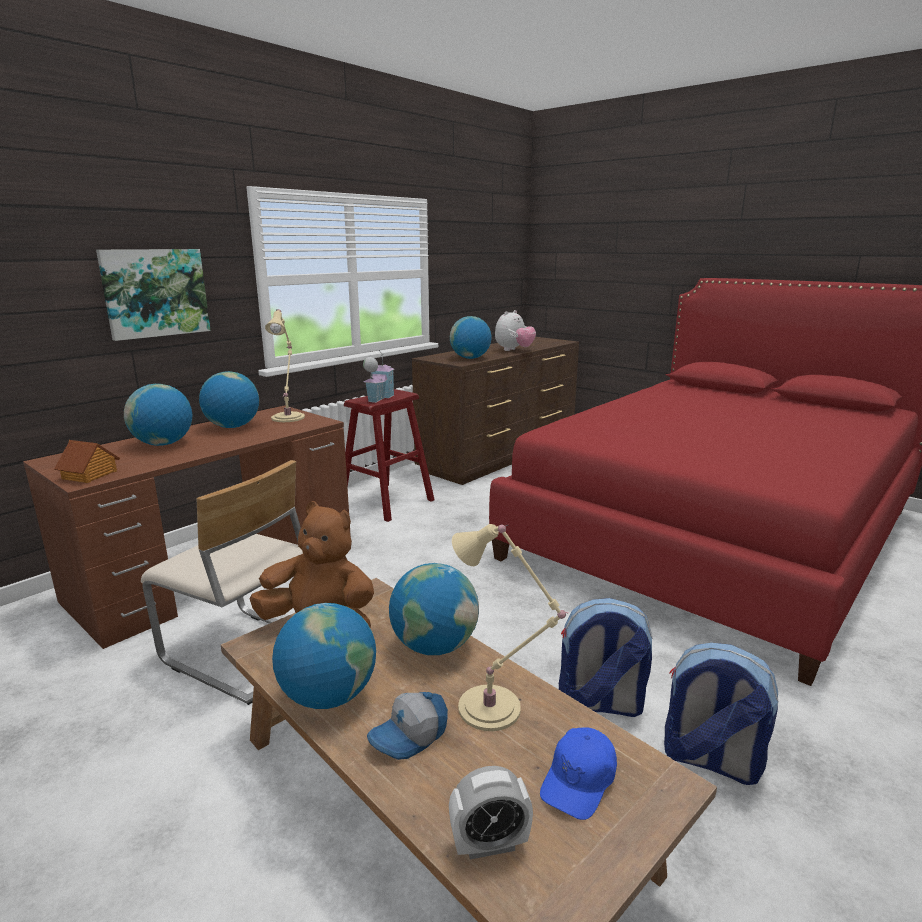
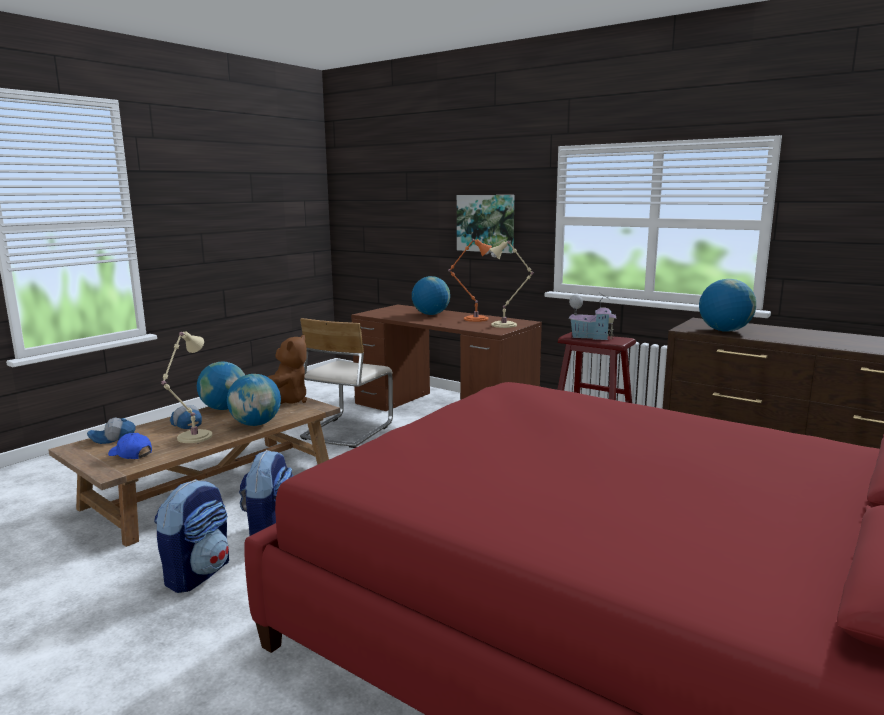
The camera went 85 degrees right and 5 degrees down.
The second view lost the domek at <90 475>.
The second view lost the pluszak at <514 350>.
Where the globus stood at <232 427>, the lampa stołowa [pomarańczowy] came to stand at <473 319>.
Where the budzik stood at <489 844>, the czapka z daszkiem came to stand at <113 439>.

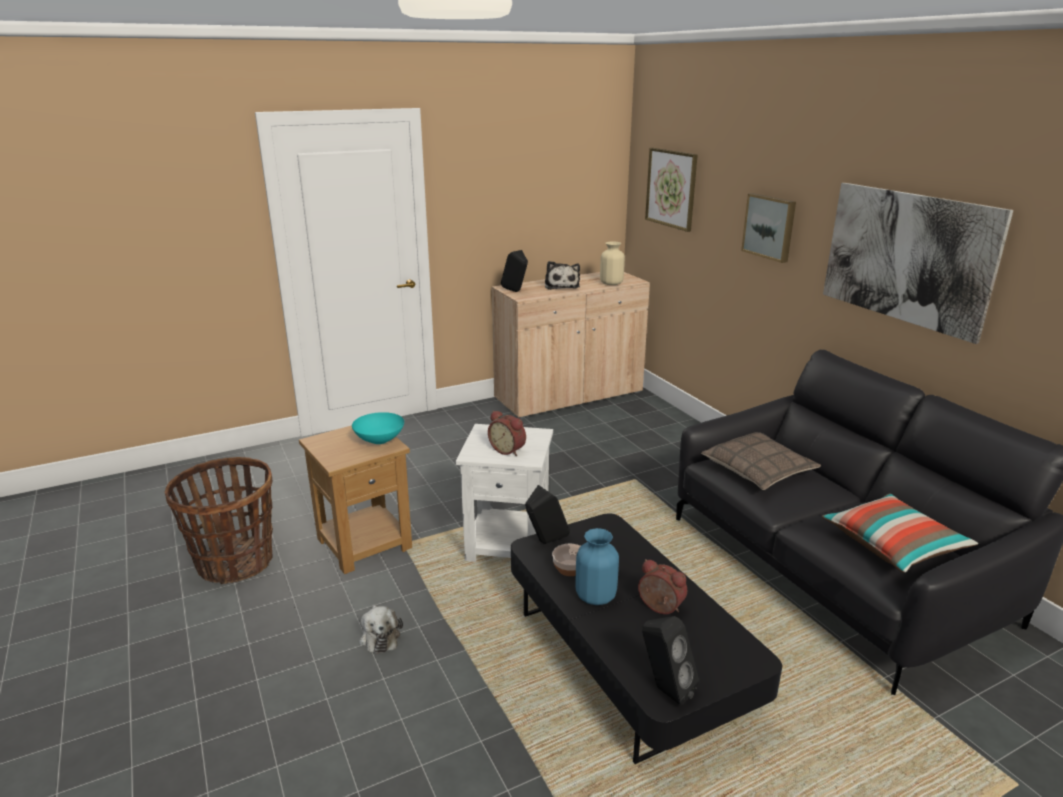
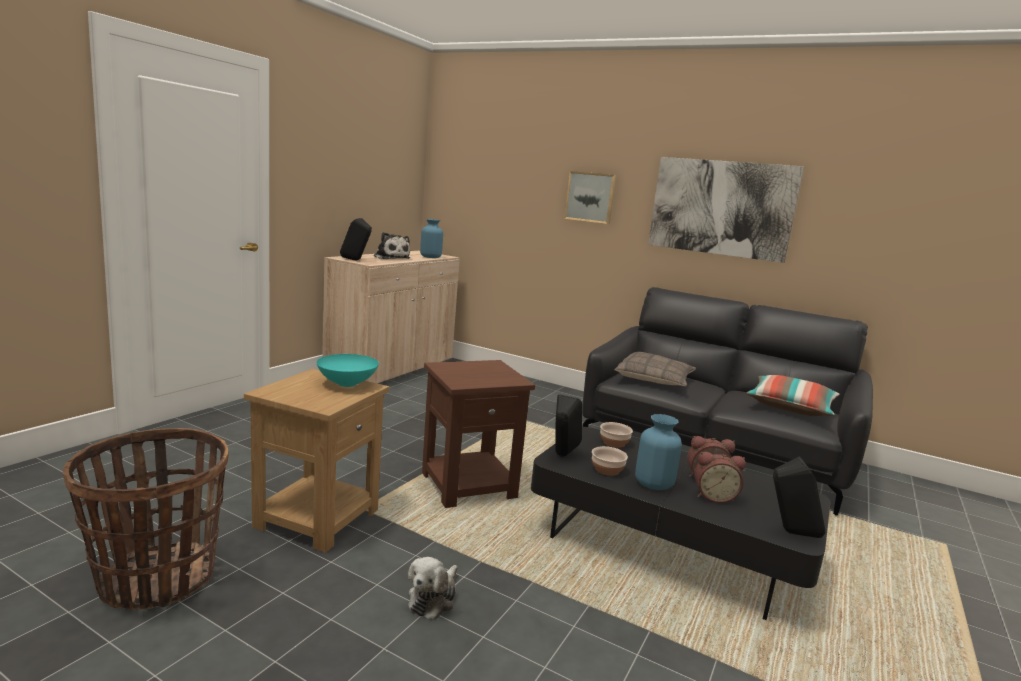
The camera went 35 degrees left and 10 degrees down.
The second view lost the obraz at <671 188>.
The second view gained the miska at <614 443>.
The budzik ended up elsewhere, having gone from <508 450> to <714 496>.
What was the stolik [biały] at <509 544> turned into the stolik [brązowy] at <469 485>.
What was the wazon [beżowy] at <611 283> turned into the wazon [niebieski] at <430 257>.
The pluszak at <379 636> ended up facing another way, 75 degrees clockwise from before.

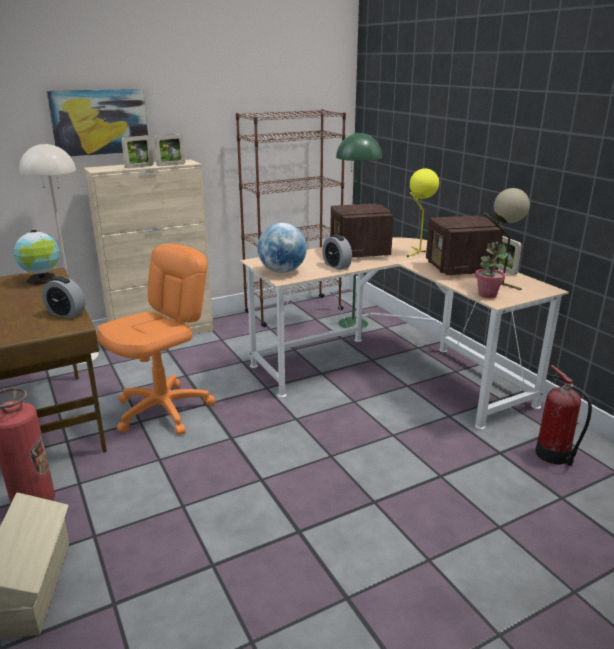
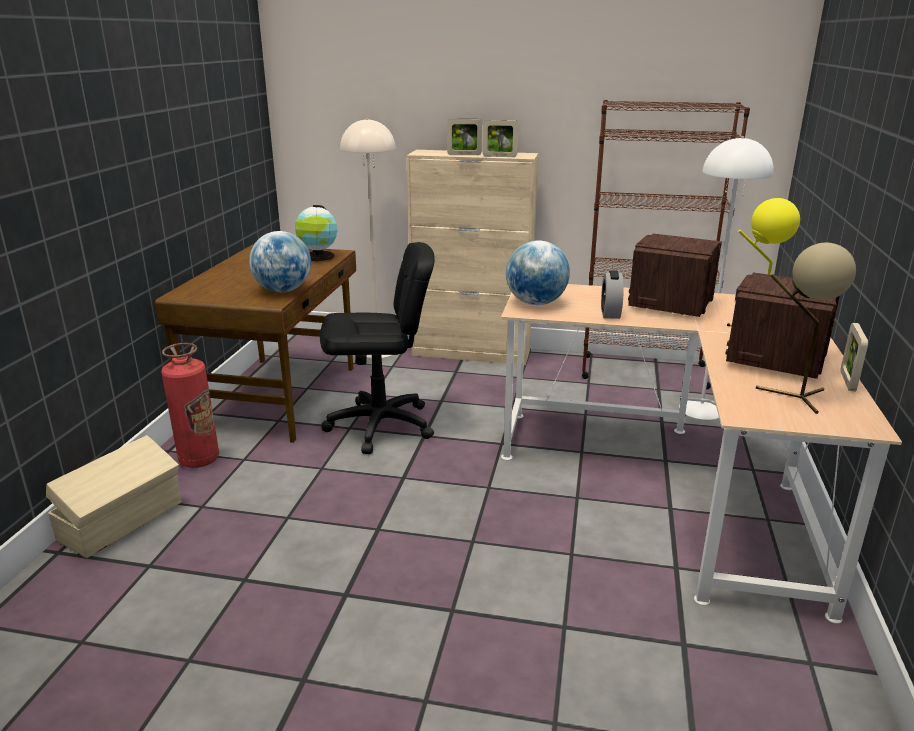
The camera went 40 degrees right and 0 degrees up.
The second view lost the obraz at <100 122>.
The second view lost the roślina doniczkowa at <487 294>.
The second view lost the gaśnica at <554 455>.
Where the budzik stood at <66 314>, the globus came to stand at <283 290>.
What was the krzesło biurowe [pomarańczowy] at <163 410> turned into the krzesło biurowe [czarny] at <380 426>.
What was the lampa stojąca [zielony] at <352 323> turned into the lampa stojąca [biały] at <700 409>.

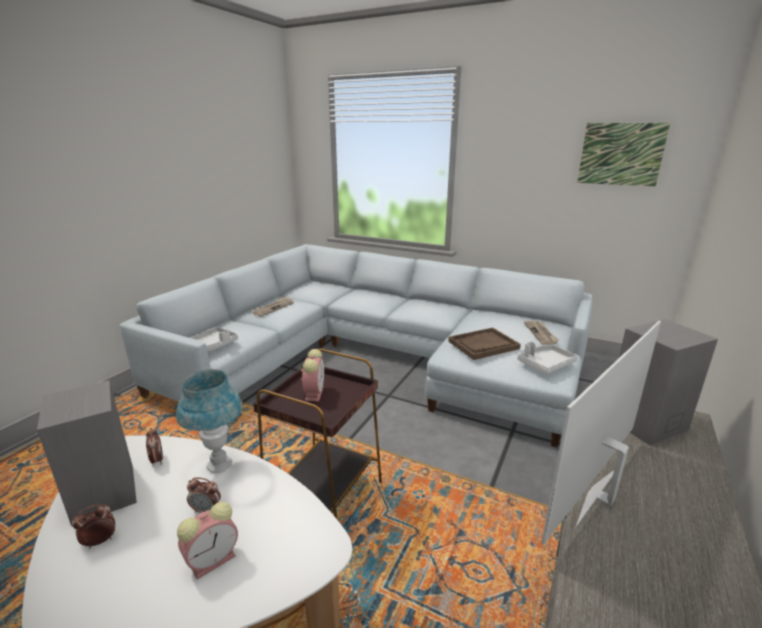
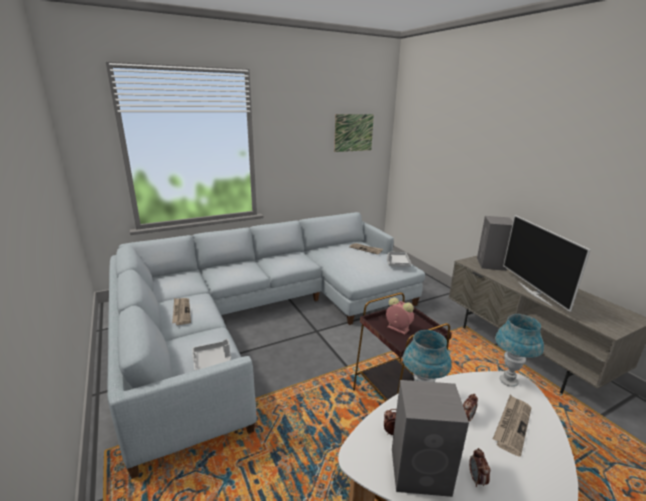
The camera went 55 degrees left and 0 degrees up.
The second view lost the taca [brązowy] at <483 345>.
The second view gained the lampa stołowa [niebieski] at <508 381>.
Where the budzik stood at <214 559>, the gazeta came to stand at <512 425>.

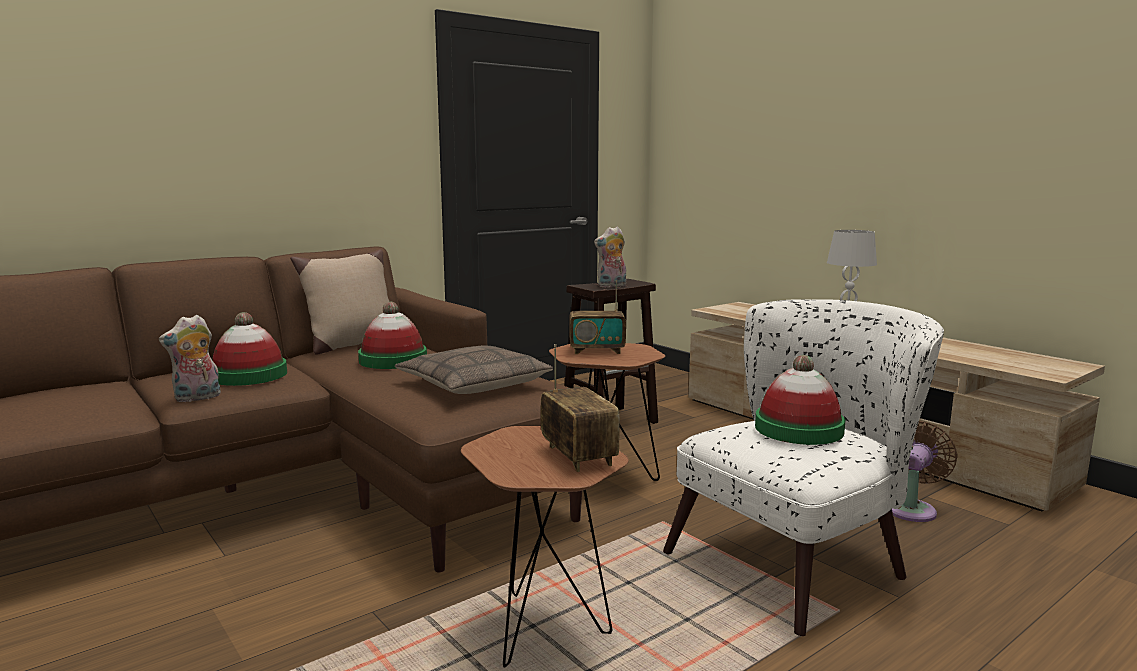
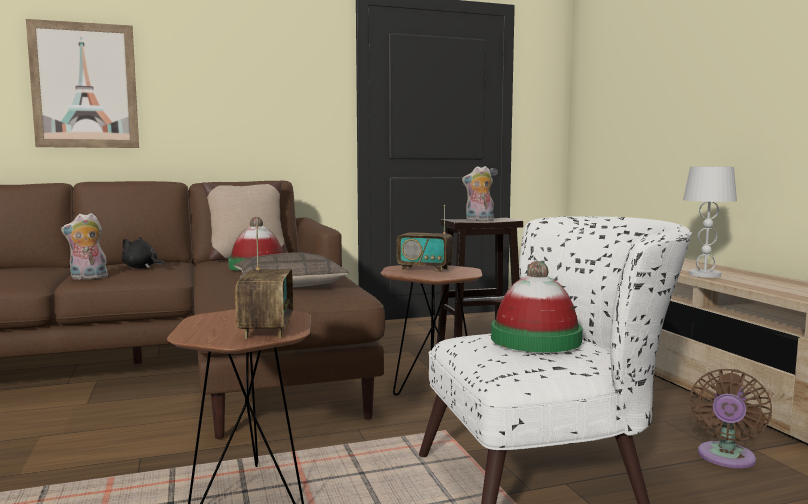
The camera went 20 degrees right and 5 degrees down.
The second view gained the obraz at <84 86>.
Where the kapelusz stood at <249 375>, the pluszak [czarny] came to stand at <142 268>.
The wentylator [brązowy] at <912 509> ended up facing another way, 150 degrees clockwise from before.

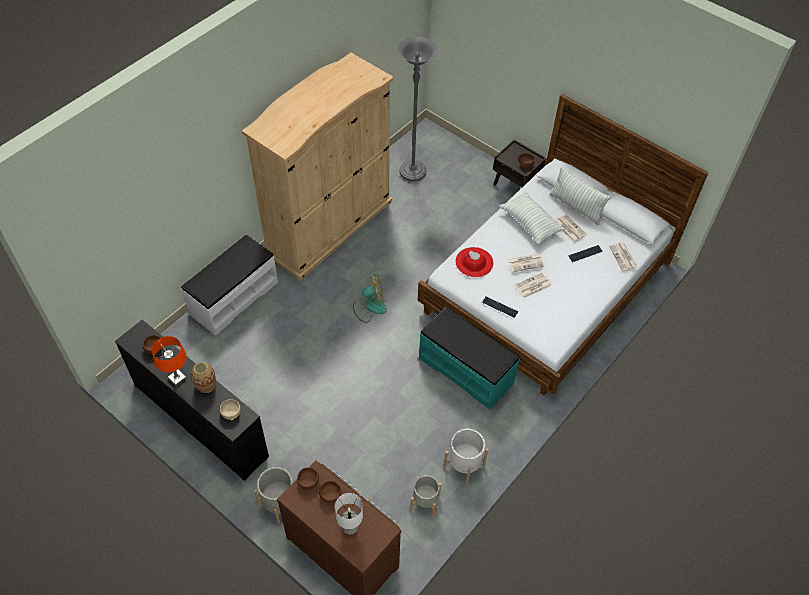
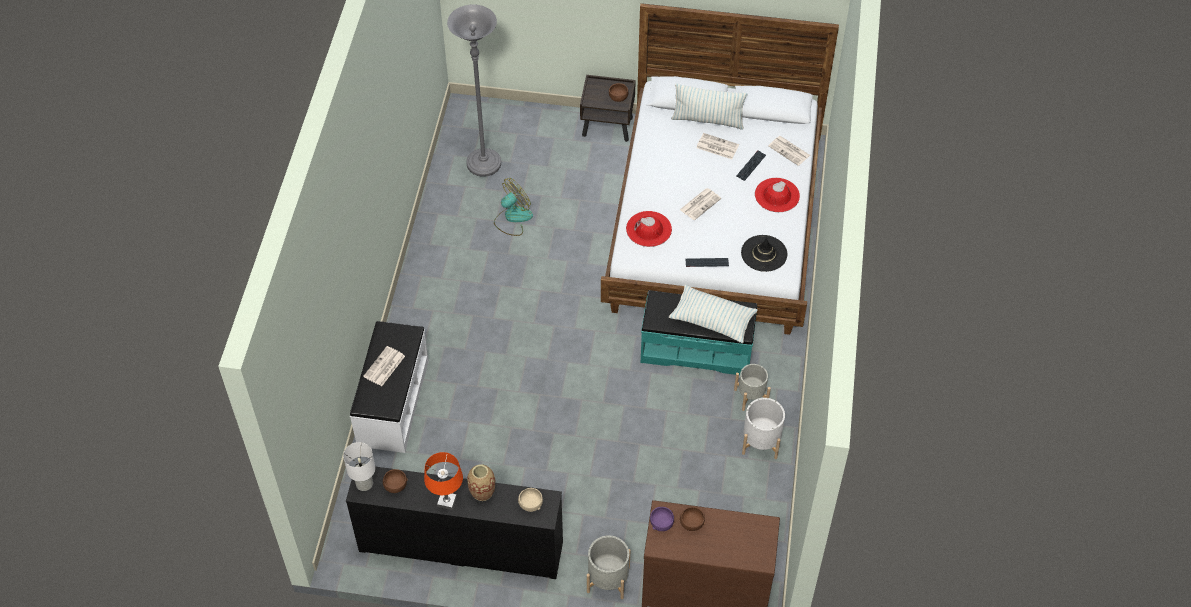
The camera went 30 degrees left and 0 degrees up.
The second view lost the szafa [beżowy] at <328 226>.
The second view gained the kapelusz [czarny] at <764 253>.
The second view gained the kapelusz [czerwony] at <777 195>.
The lampa stołowa [biały] ended up elsewhere, having gone from <350 527> to <365 483>.
The wentylator ended up elsewhere, having gone from <369 306> to <512 218>.
The donica [szary] ended up elsewhere, having gone from <425 501> to <750 396>.
The poduszka ended up elsewhere, having gone from <530 223> to <712 320>.
The gazeta ended up elsewhere, having gone from <533 286> to <384 367>.
What was the miska [brązowy] at <308 481> turned into the miska [fioletowy] at <661 523>.

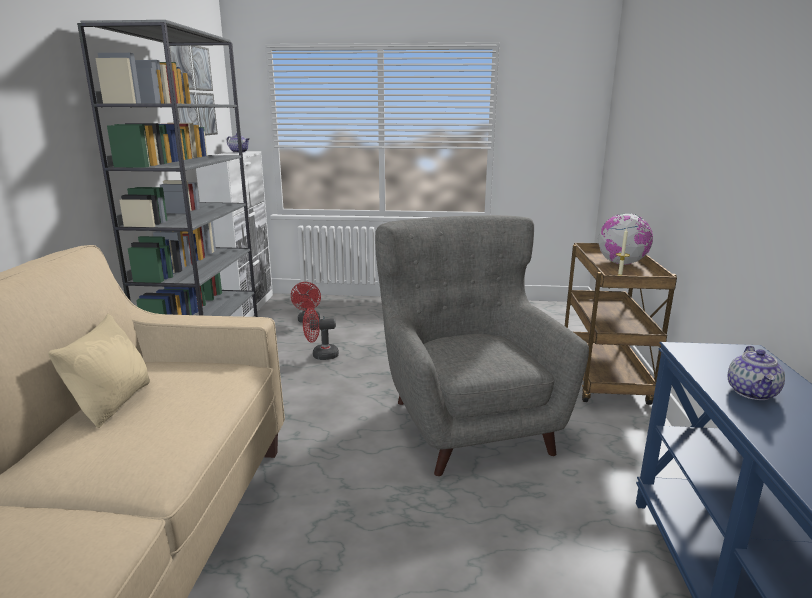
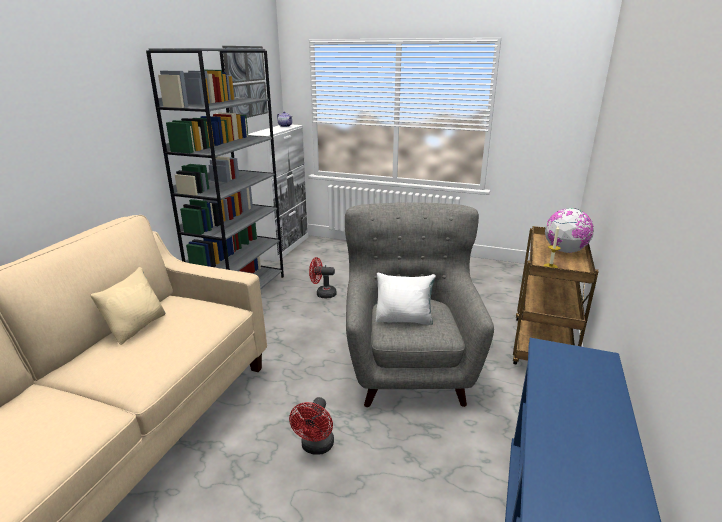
The camera went 15 degrees right and 5 degrees up.
The second view lost the imbryk at <752 393>.
The second view gained the poduszka [biały] at <404 319>.
The wentylator [czerwony] ended up elsewhere, having gone from <308 321> to <316 447>.

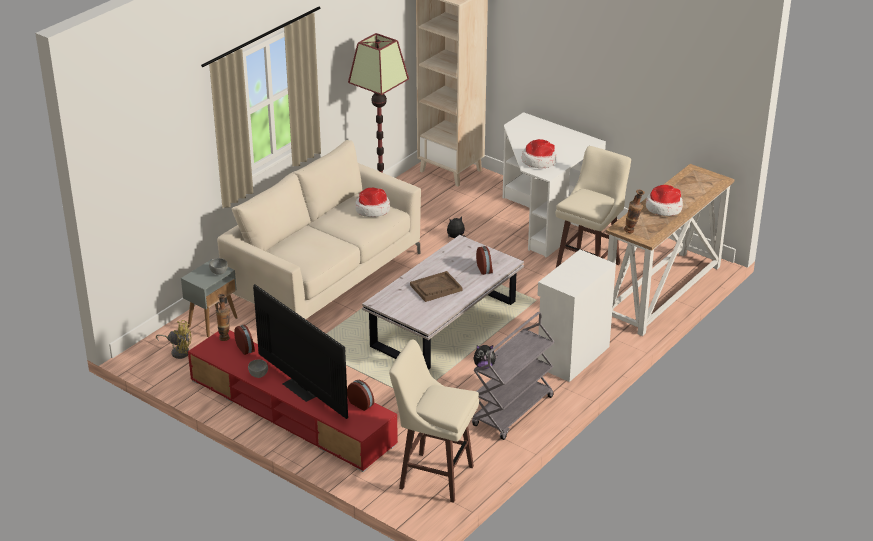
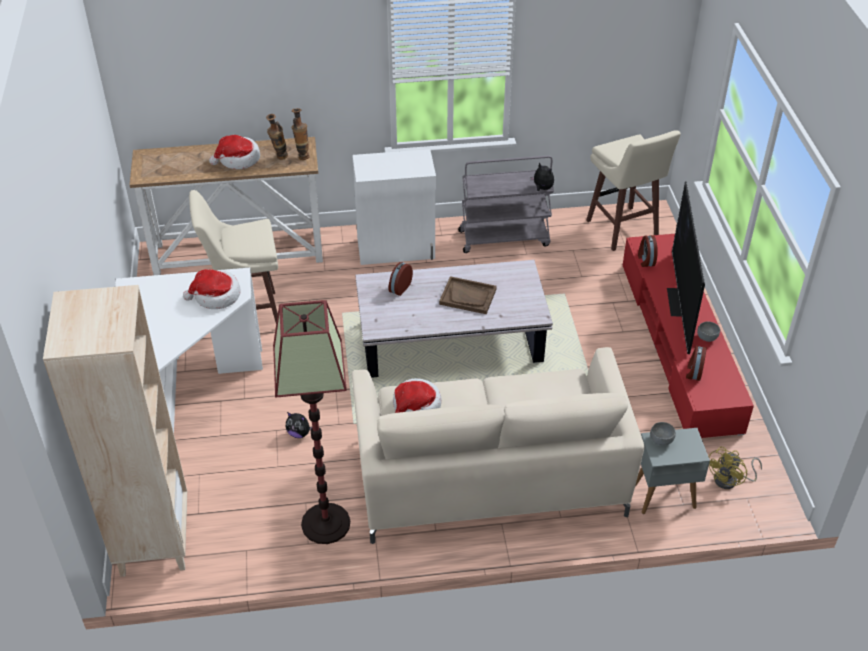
The camera went 135 degrees left and 10 degrees up.
The wazon ended up elsewhere, having gone from <224 337> to <279 158>.
The wentylator [żółty] at <178 351> ended up facing another way, 105 degrees counterclockwise from before.

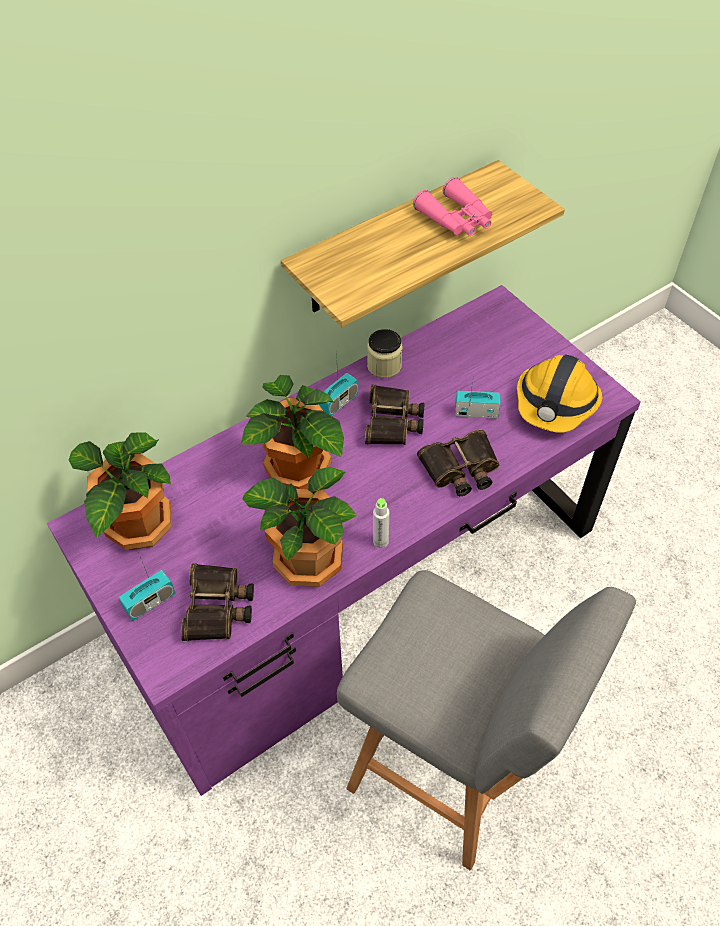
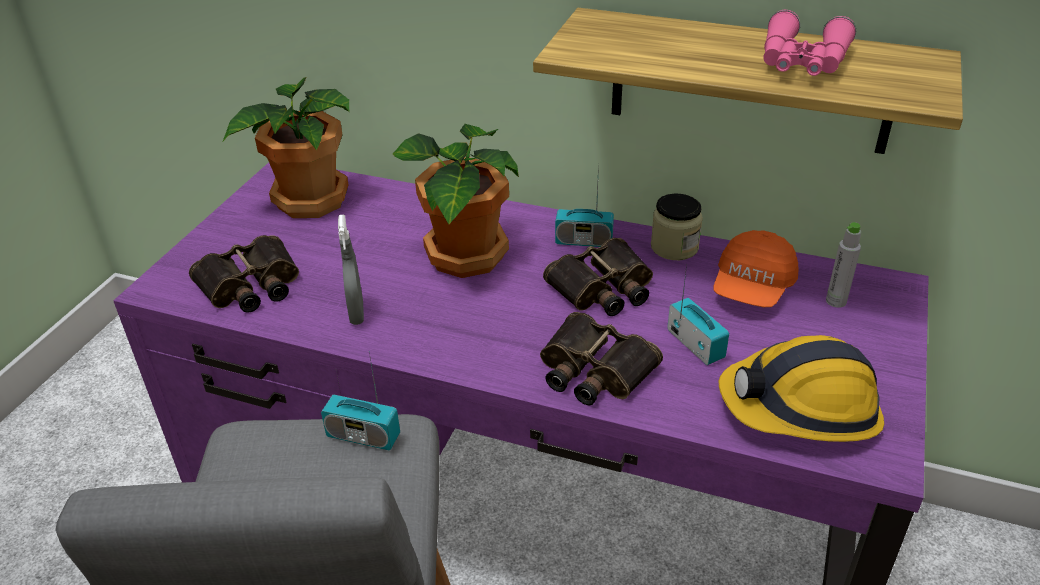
The camera went 55 degrees right and 15 degrees down.
The second view gained the czapka z daszkiem [pomarańczowy] at <752 288>.
The radio ended up elsewhere, having gone from <150 602> to <363 436>.
The butelka [szary] ended up elsewhere, having gone from <380 541> to <836 301>.
Where the roślina doniczkowa stood at <307 558>, the spryskiwacz [szary] came to stand at <356 313>.

